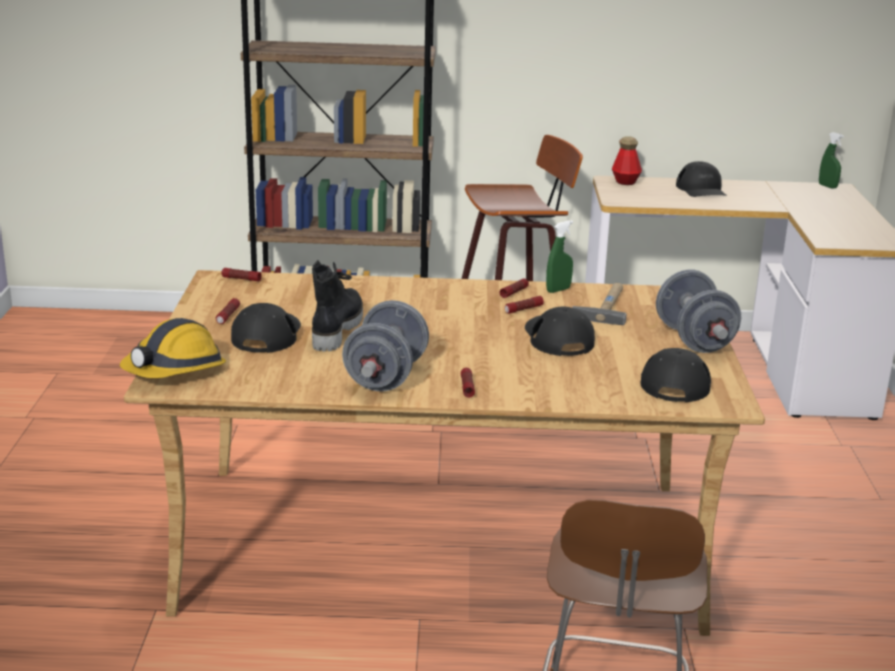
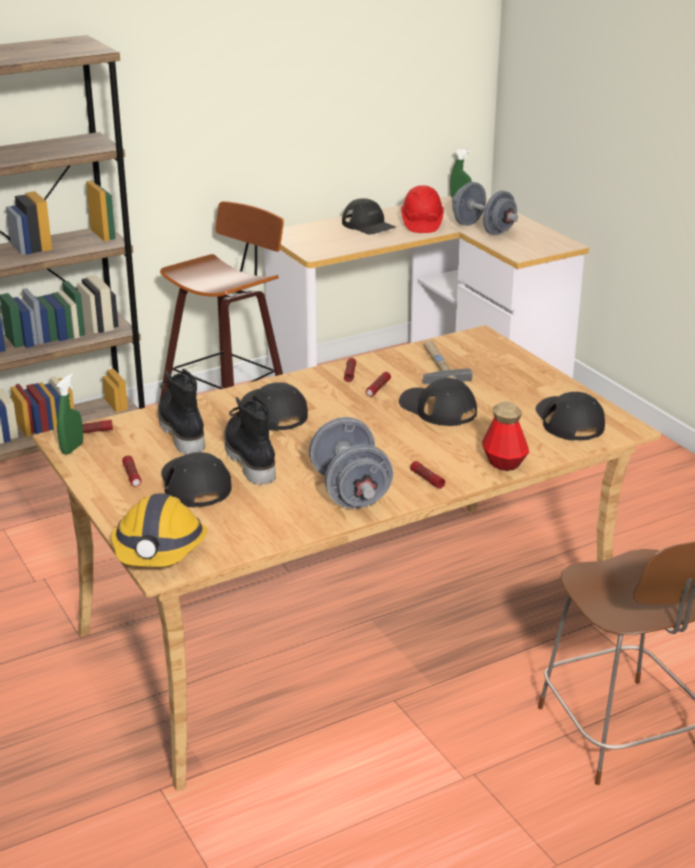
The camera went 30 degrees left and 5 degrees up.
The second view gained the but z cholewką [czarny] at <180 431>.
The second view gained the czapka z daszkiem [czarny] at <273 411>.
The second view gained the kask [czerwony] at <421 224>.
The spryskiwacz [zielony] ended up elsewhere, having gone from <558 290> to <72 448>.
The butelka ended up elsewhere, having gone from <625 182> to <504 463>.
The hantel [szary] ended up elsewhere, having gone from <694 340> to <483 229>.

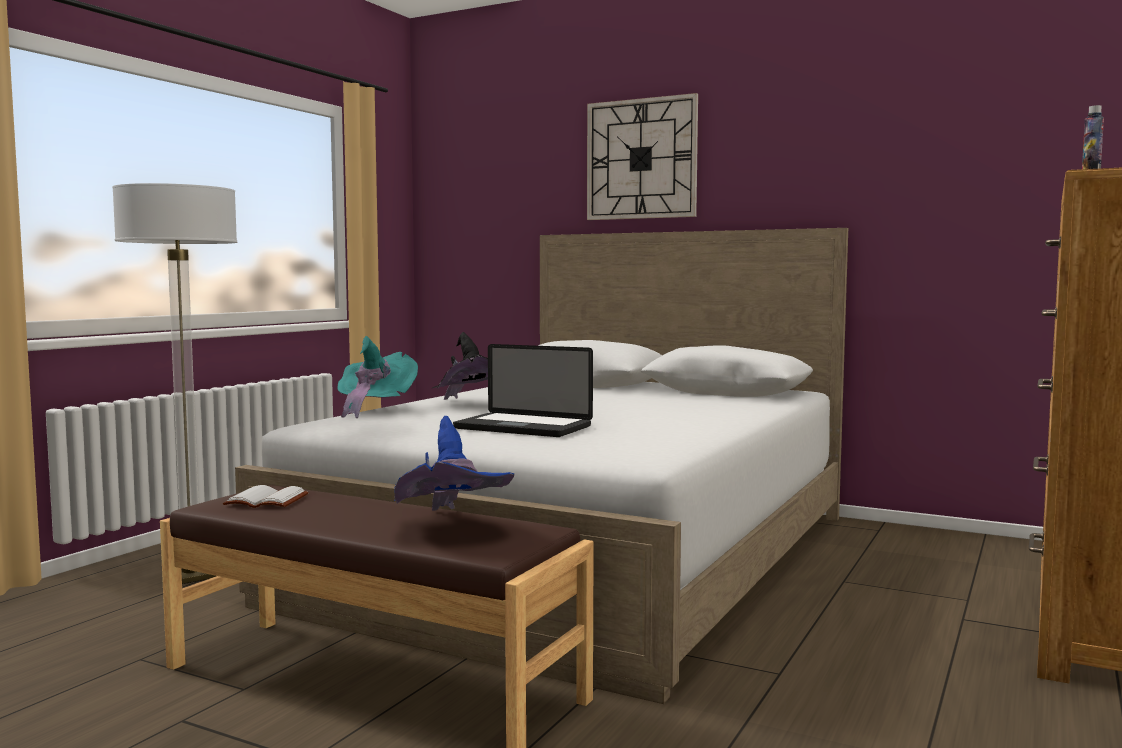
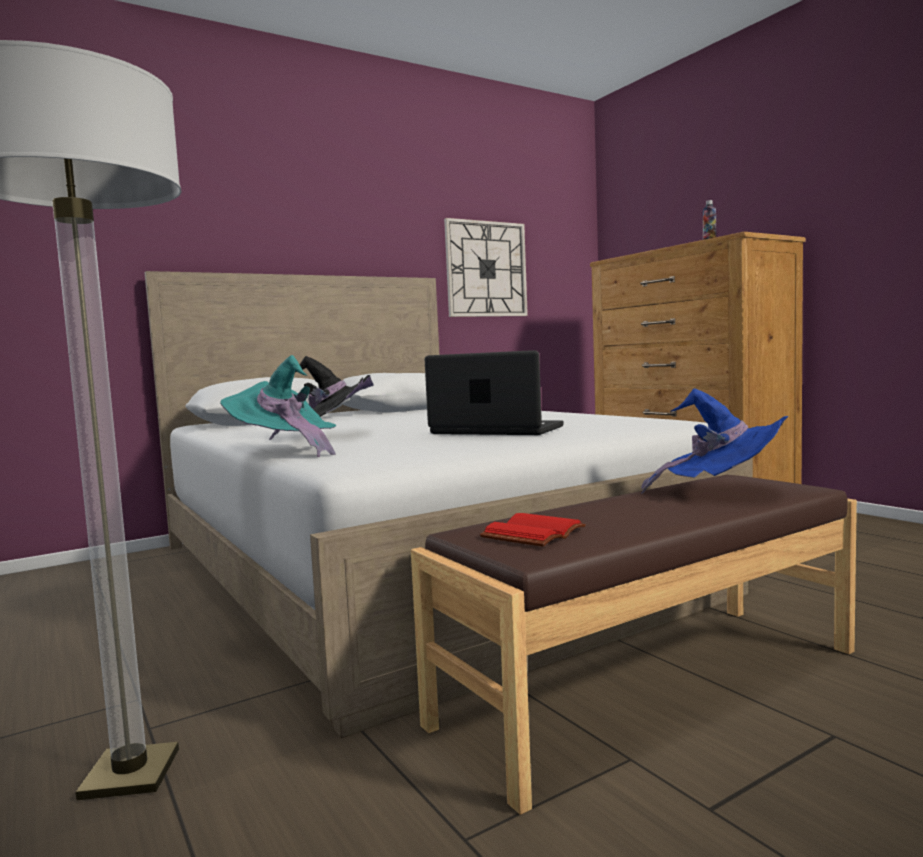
The camera went 60 degrees left and 0 degrees up.
The zegar ścienny ended up elsewhere, having gone from <641 159> to <486 269>.
What was the książka [biały] at <264 501> turned into the książka [czerwony] at <535 534>.
The laptop at <523 427> ended up facing another way, 120 degrees counterclockwise from before.

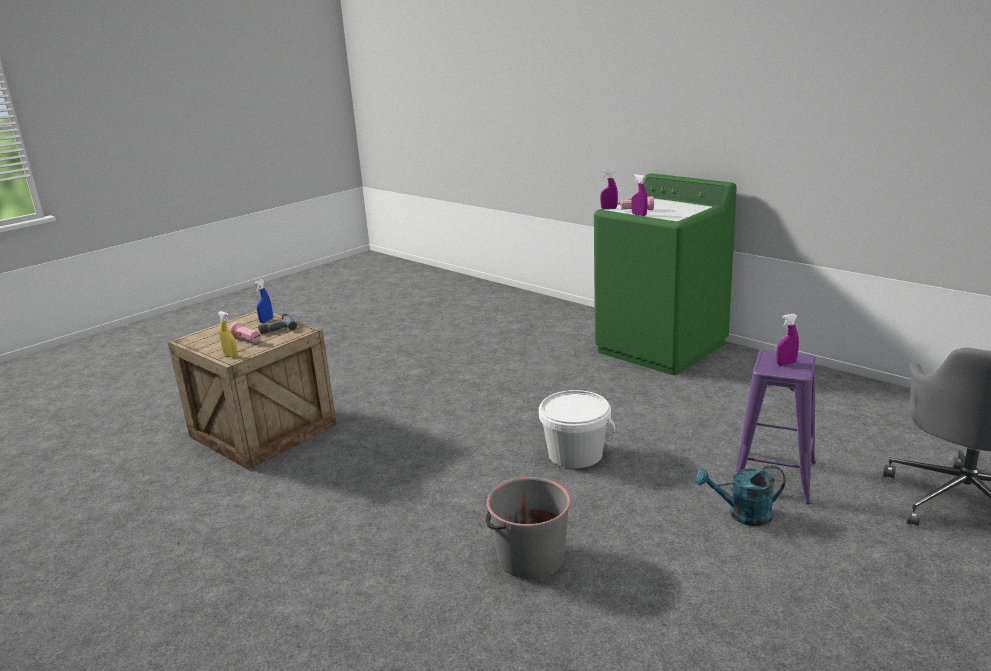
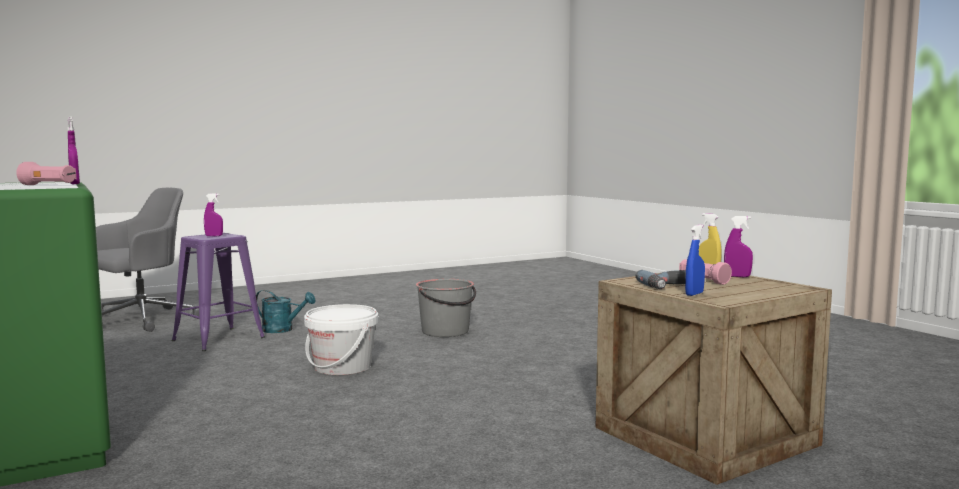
The camera went 165 degrees left and 15 degrees down.
The spryskiwacz [fioletowy] ended up elsewhere, having gone from <609 208> to <737 276>.

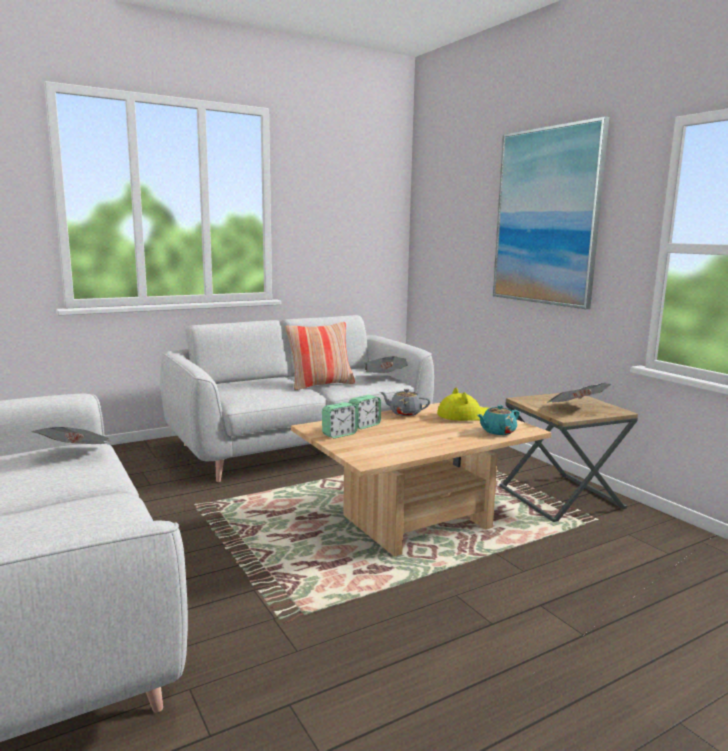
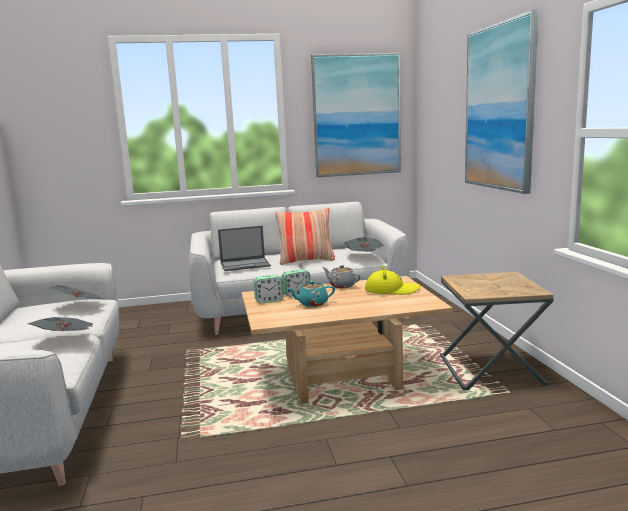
The camera went 20 degrees right and 0 degrees up.
The second view gained the laptop at <245 264>.
The second view gained the obraz at <356 115>.
The imbryk [turkusowy] ended up elsewhere, having gone from <497 431> to <312 304>.
The gazeta ended up elsewhere, having gone from <576 409> to <66 340>.

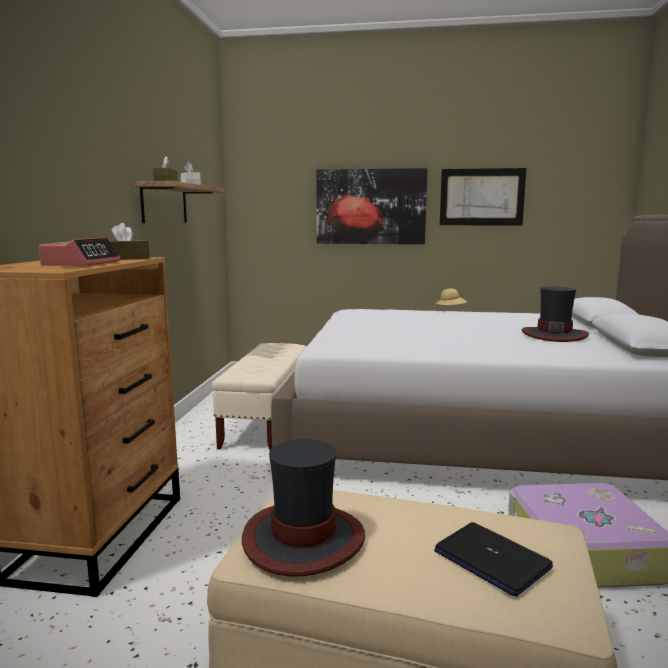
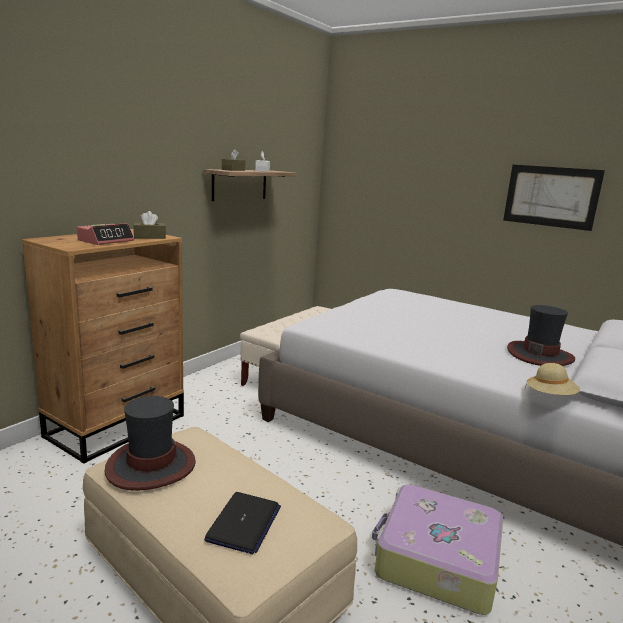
The camera went 25 degrees right and 5 degrees up.
The second view lost the obraz at <370 206>.
The kapelusz [beżowy] ended up elsewhere, having gone from <451 310> to <550 396>.
The laptop at <491 559> ended up facing another way, 150 degrees counterclockwise from before.

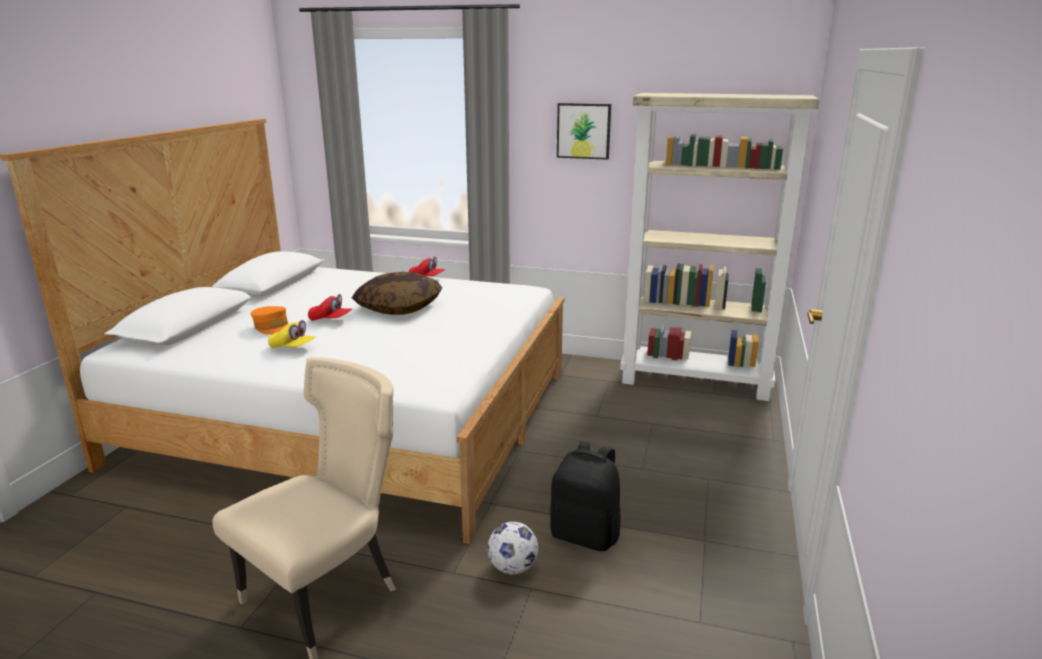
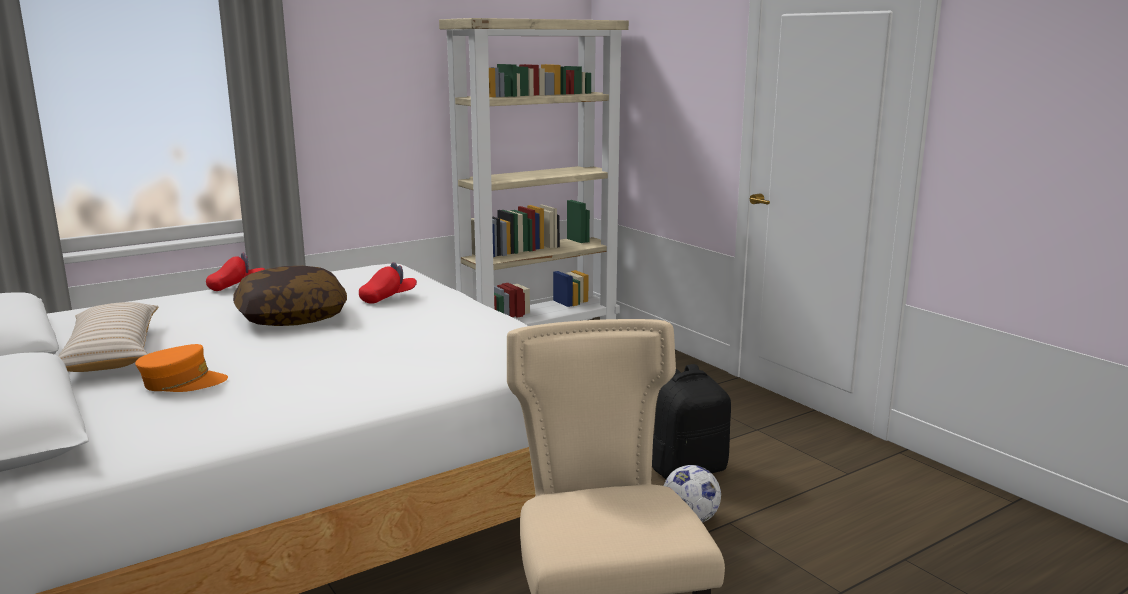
The camera went 50 degrees left and 5 degrees down.
The second view lost the czapka z daszkiem [żółty] at <293 348>.
The second view lost the obraz at <584 131>.
The second view gained the poduszka [beżowy] at <112 353>.
The czapka z daszkiem [czerwony] ended up elsewhere, having gone from <330 320> to <388 298>.

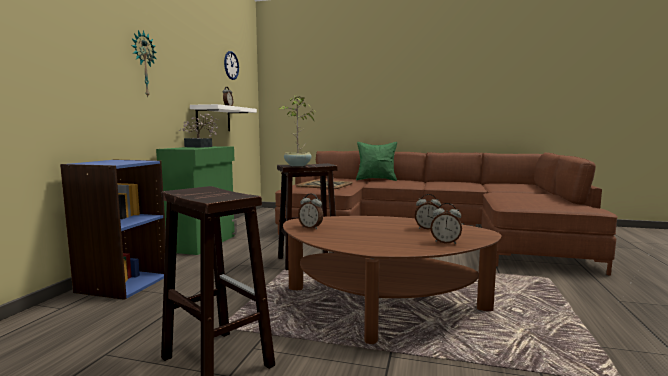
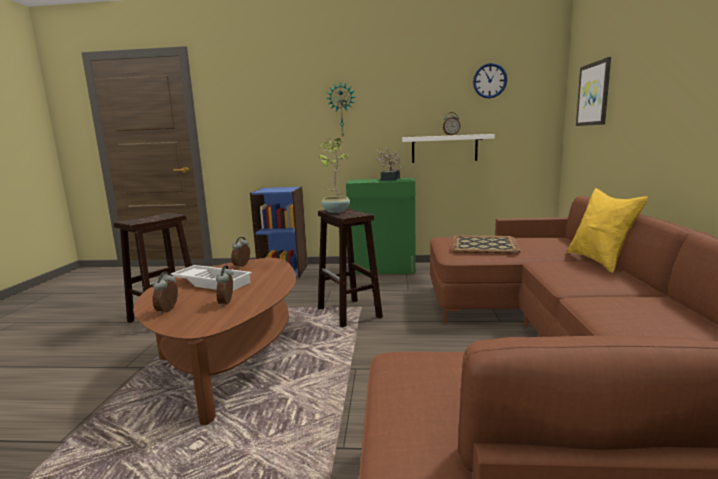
The camera went 80 degrees right and 5 degrees up.
The second view gained the taca [biały] at <213 282>.
The second view gained the obraz at <594 94>.
What was the poduszka [zielony] at <376 179> turned into the poduszka [żółty] at <599 261>.

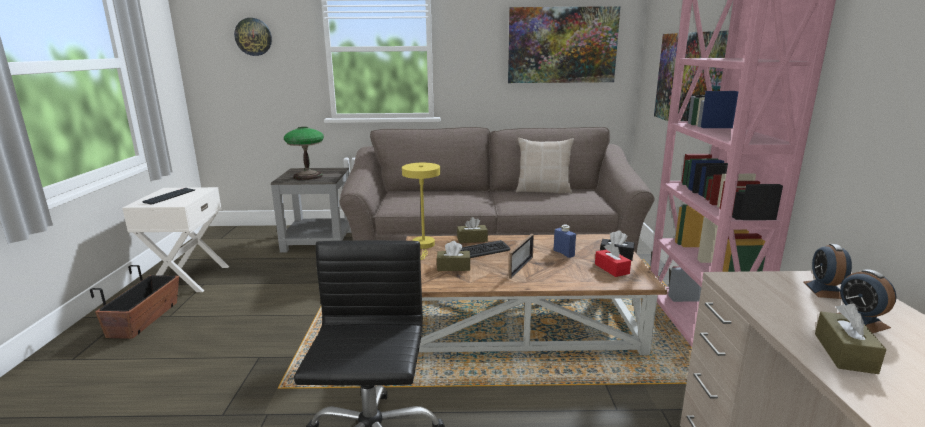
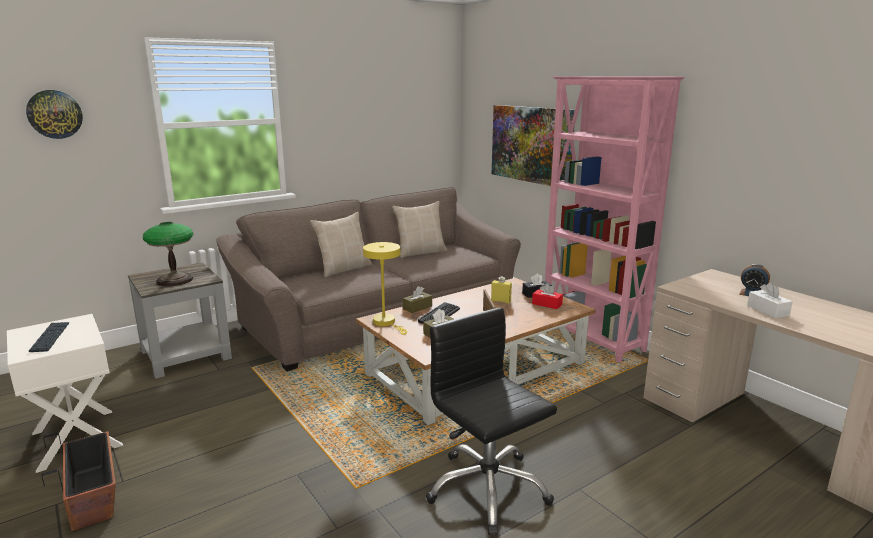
The camera went 35 degrees left and 0 degrees up.
The second view lost the obraz at <562 45>.
The second view lost the budzik at <825 290>.
The second view gained the poduszka [beżowy] at <344 269>.
What was the butelka [niebieski] at <563 253> turned into the butelka [żółty] at <501 301>.
What was the pudełko chusteczek [brązowy] at <844 353> turned into the pudełko chusteczek [biały] at <767 310>.

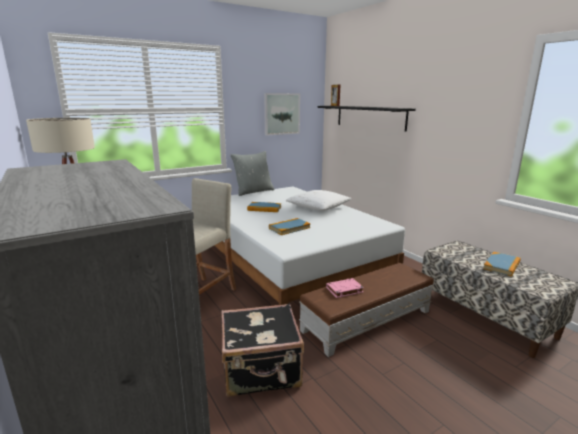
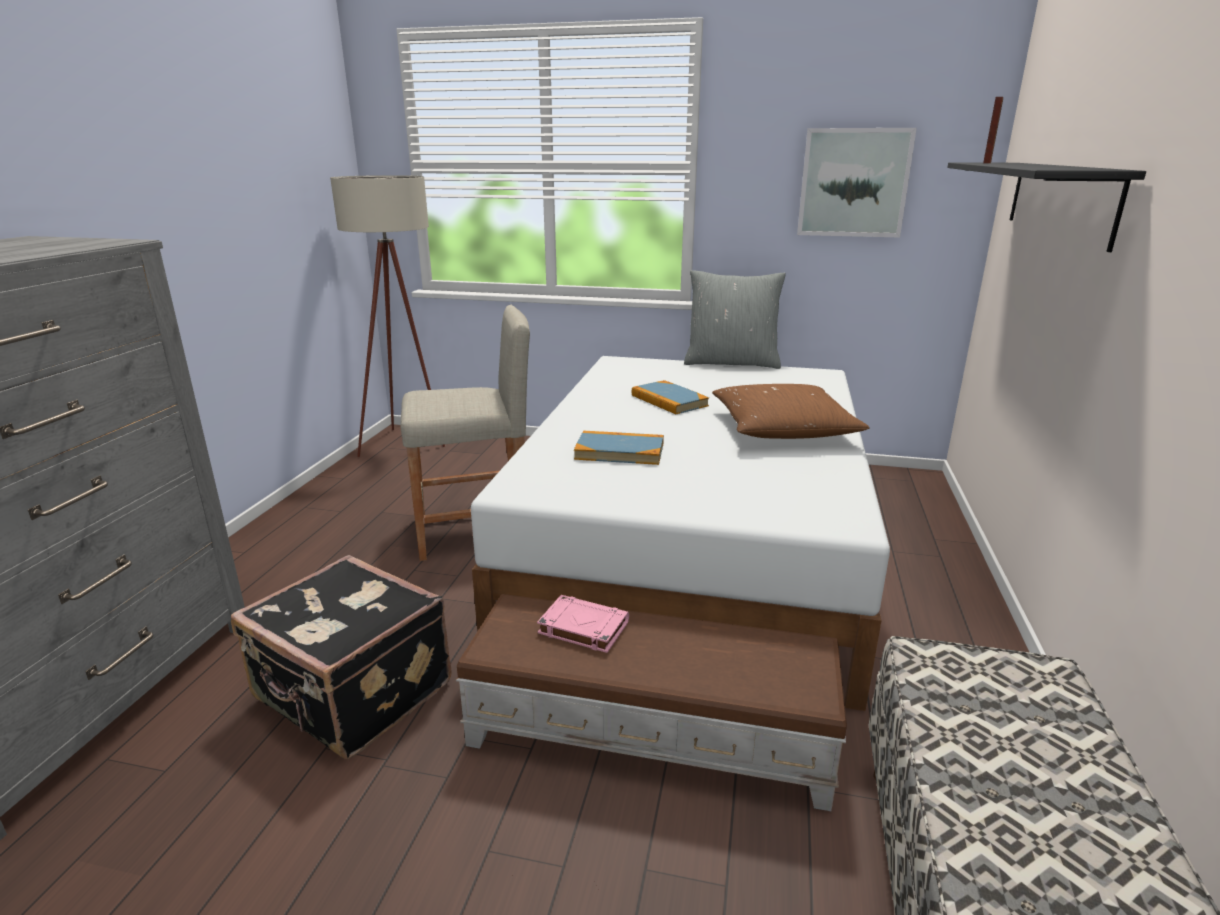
The camera went 45 degrees right and 5 degrees up.
The second view lost the książka at <501 265>.
What was the poduszka [biały] at <318 207> turned into the poduszka [brązowy] at <782 429>.

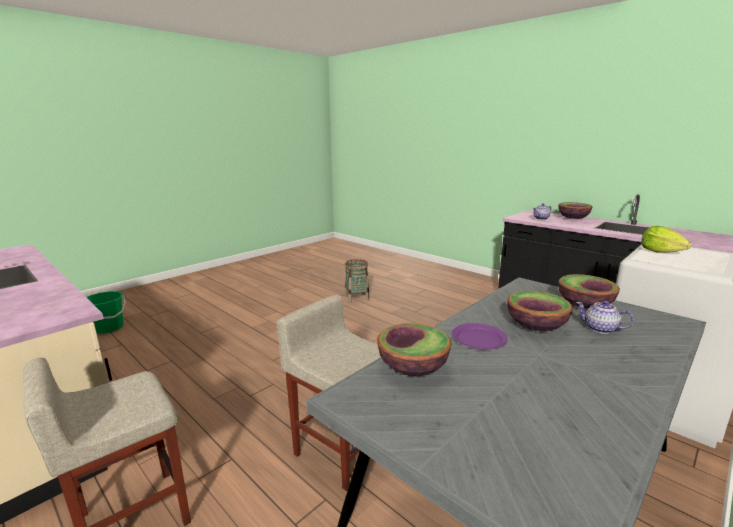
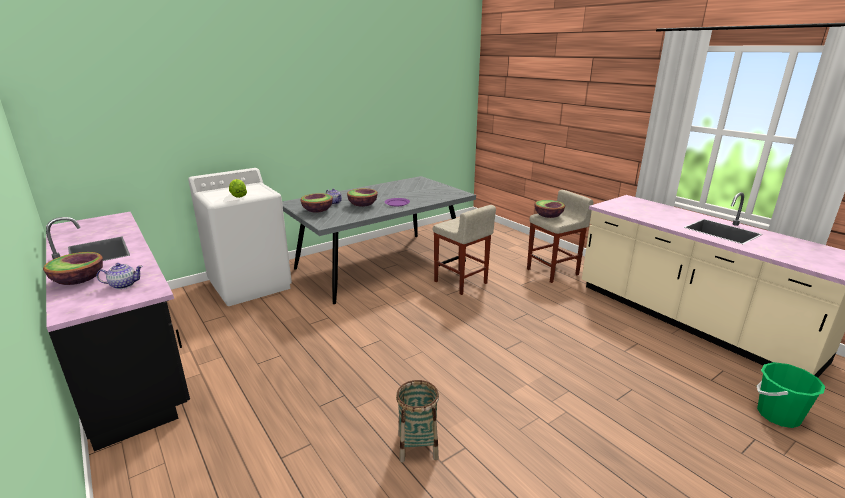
The camera went 170 degrees left and 5 degrees up.
The miska ended up elsewhere, having gone from <413 367> to <548 216>.

